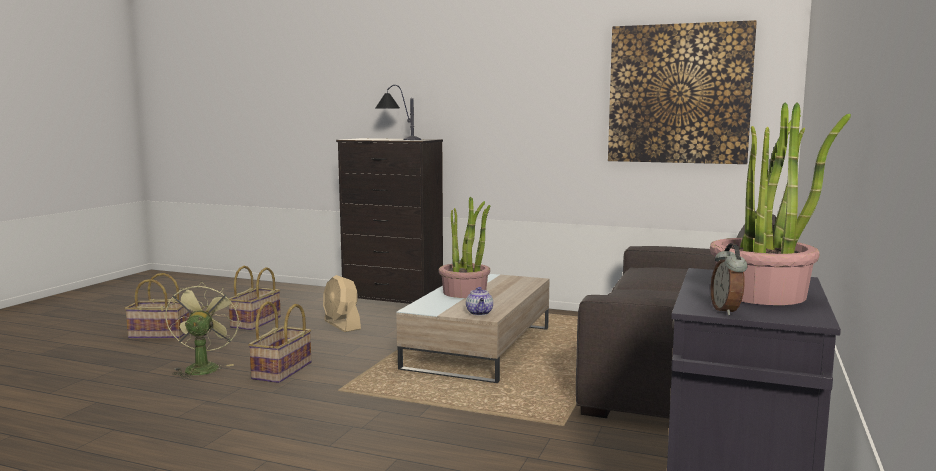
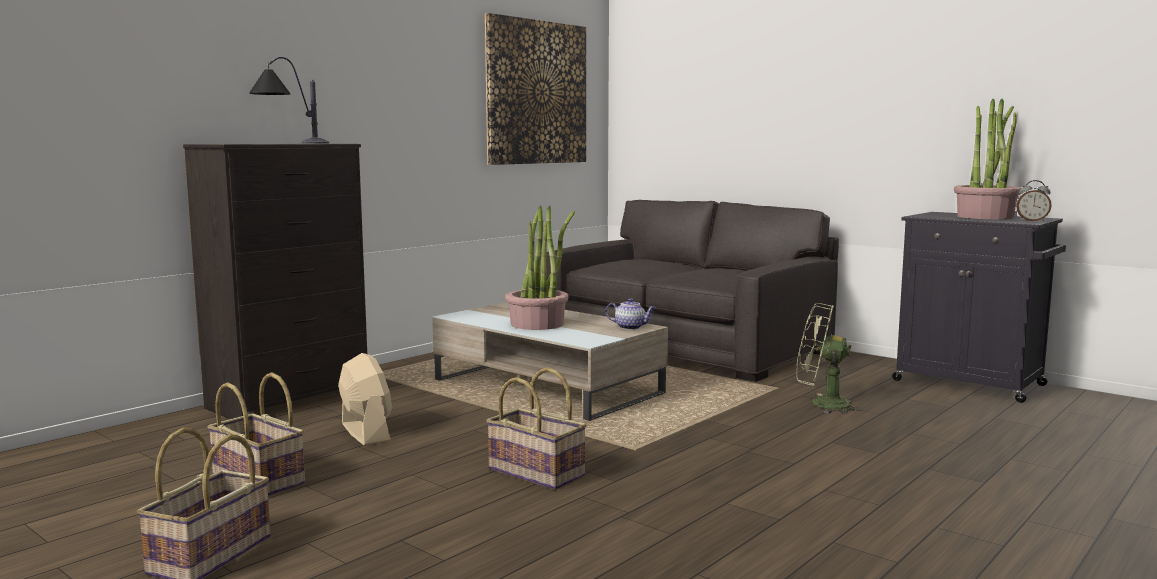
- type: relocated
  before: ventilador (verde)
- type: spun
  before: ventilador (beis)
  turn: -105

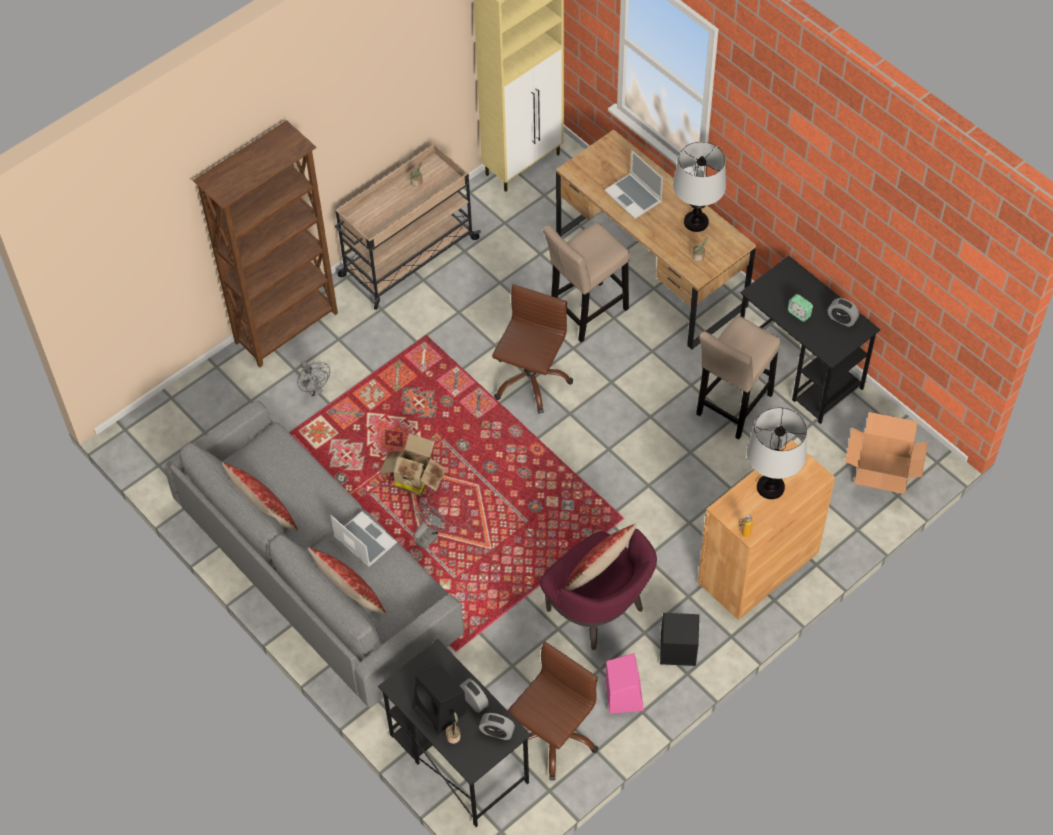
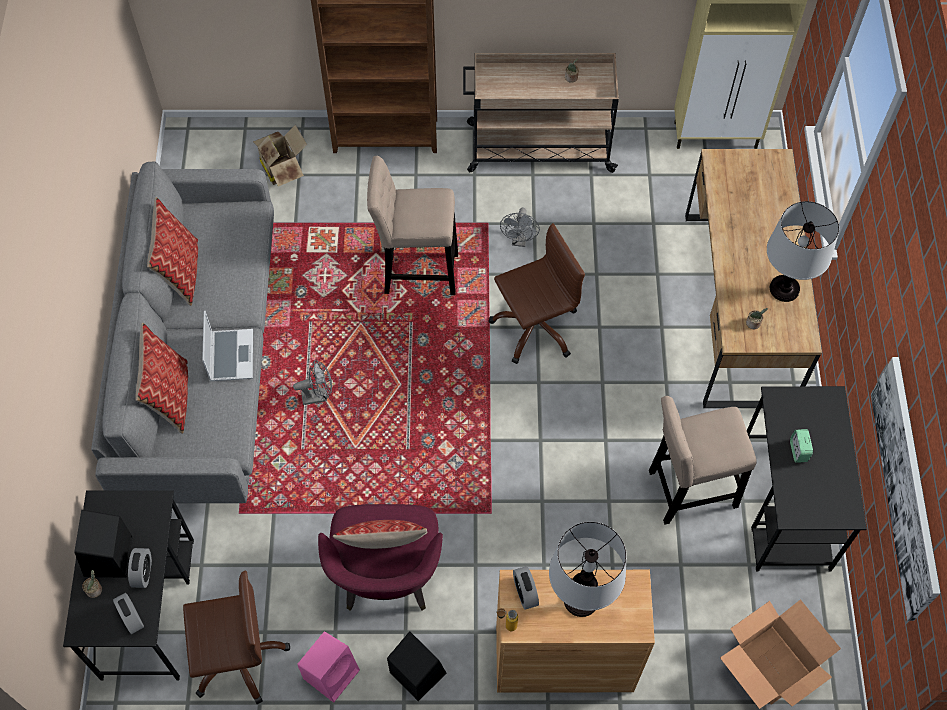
- type: relocated
  before: ventilador (gris) (no. 1 from left in the first image)
  after: ventilador (gris) (no. 2 from left)
- type: relocated
  before: caja de cartón (no. 1 from left)
- type: relocated
  before: taburete (beis) (no. 1 from left)
- type: missing
  before: portátil (no. 2 from left)
- type: relocated
  before: despertador (no. 4 from left in the first image)
  after: despertador (no. 3 from left)
- type: appeared
  after: cuadro

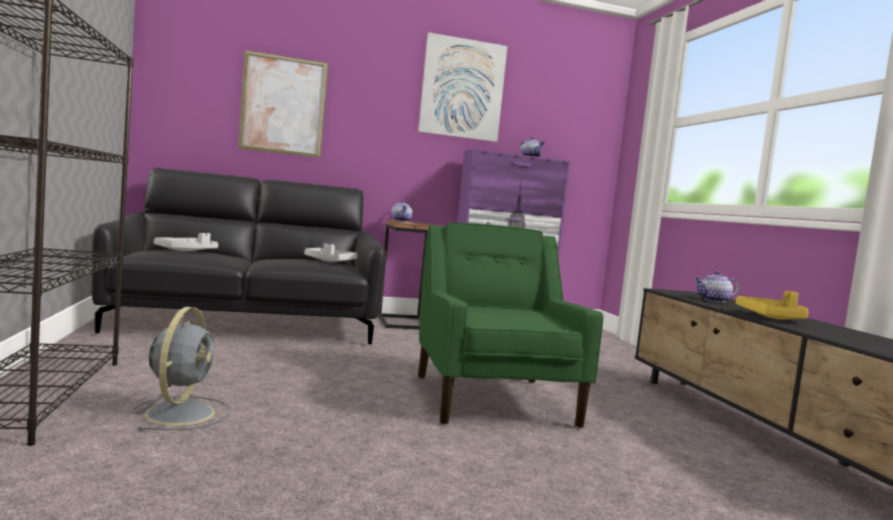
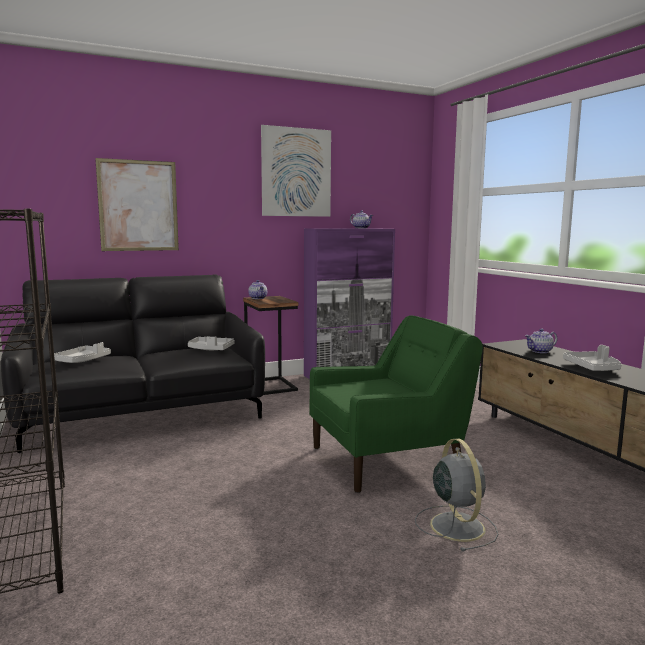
- type: relocated
  before: ventilador (gris)
- type: spun
  before: sillón (verde)
  turn: 90
- type: colour
  before: bandeja (amarillo)
  after: bandeja (gris) (no. 3 from left)

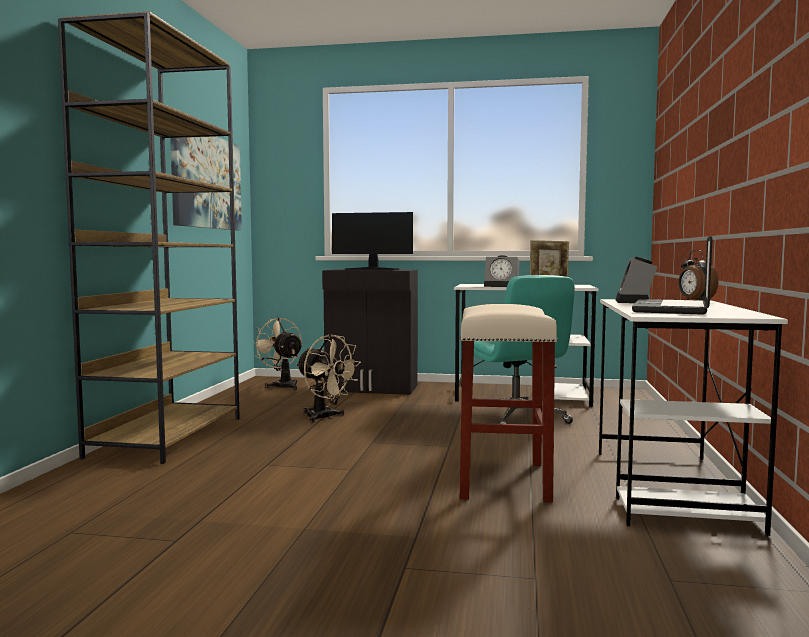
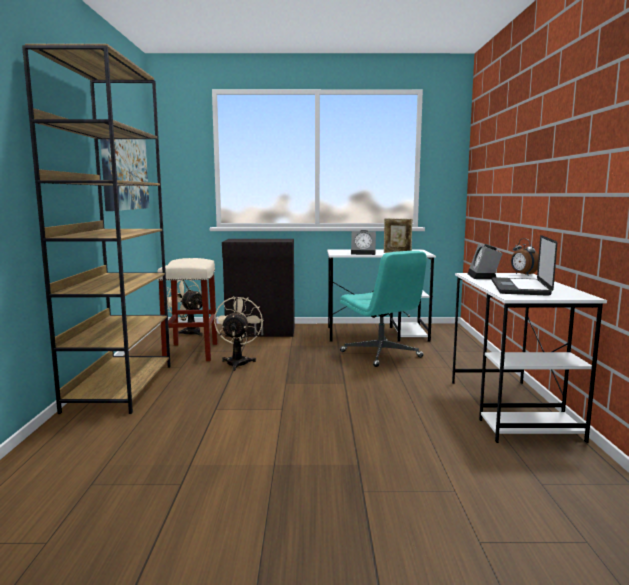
- type: spun
  before: ventilador (beis) (no. 2 from left)
  turn: -120
- type: missing
  before: monitor
- type: relocated
  before: taburete (beis)

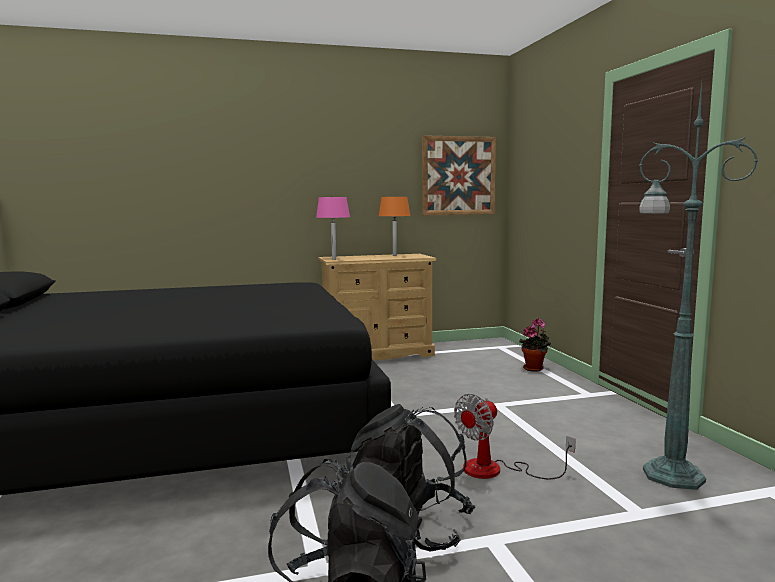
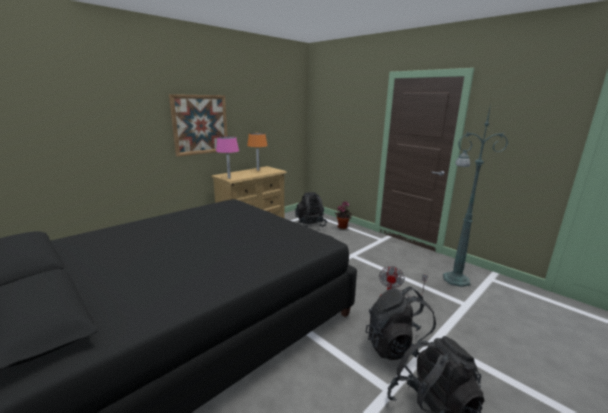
- type: relocated
  before: cuadro
- type: appeared
  after: mochila (negro) (no. 1 from left)

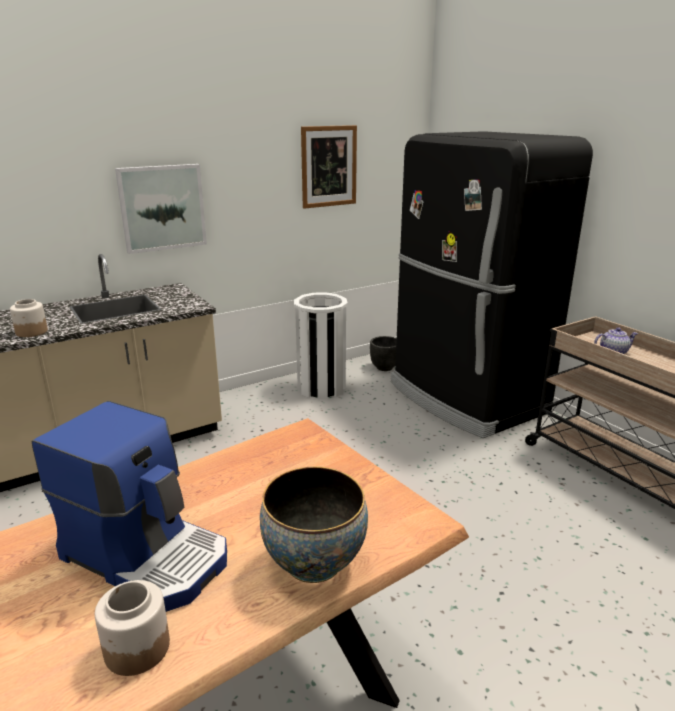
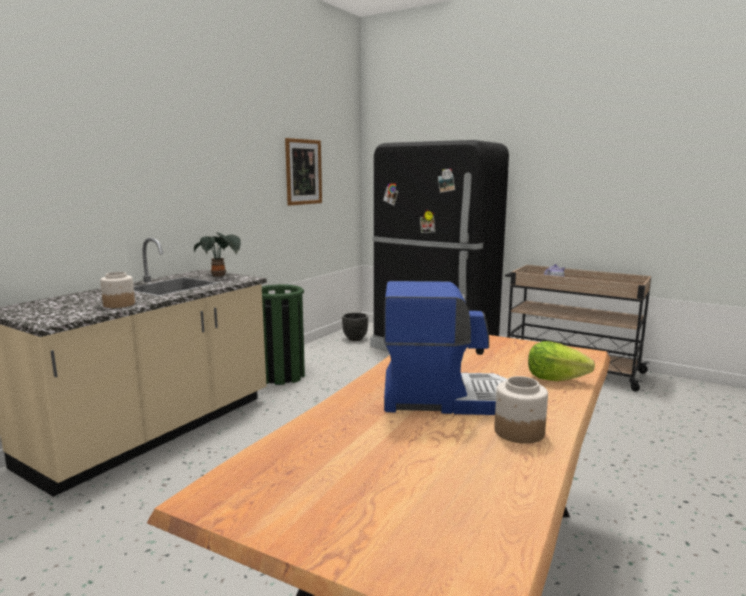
- type: missing
  before: cuadro (no. 1 from left)
- type: exchanged
  before: cuenco
  after: lechuga
- type: missing
  before: papelera (blanco)
- type: appeared
  after: planta en maceta
- type: appeared
  after: papelera (verde)

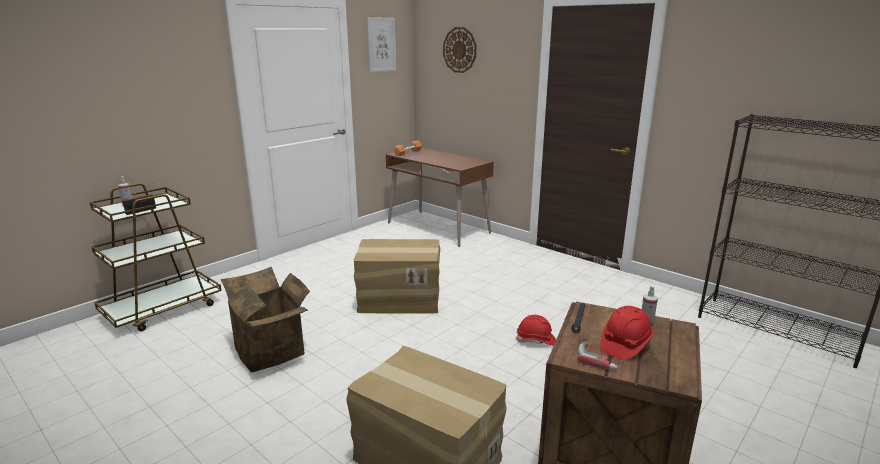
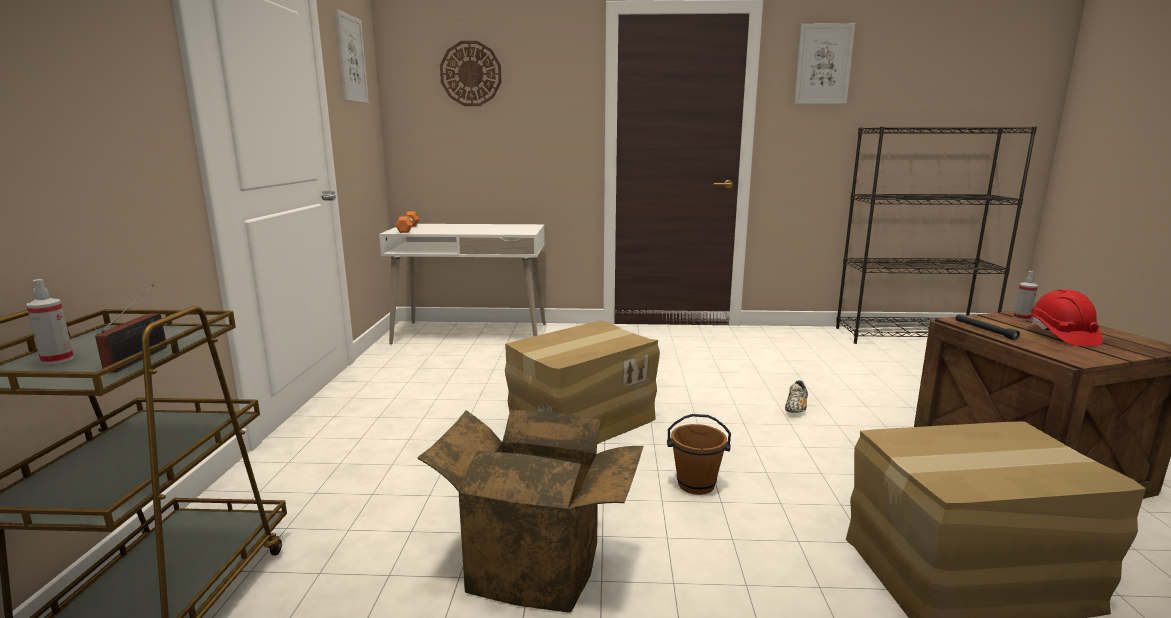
- type: colour
  before: escritorio (marrón)
  after: escritorio (blanco)
- type: exchanged
  before: casco (rojo) (no. 1 from left)
  after: zapato
- type: missing
  before: taladro
- type: appeared
  after: cubo (marrón)
- type: appeared
  after: cuadro (no. 2 from left)

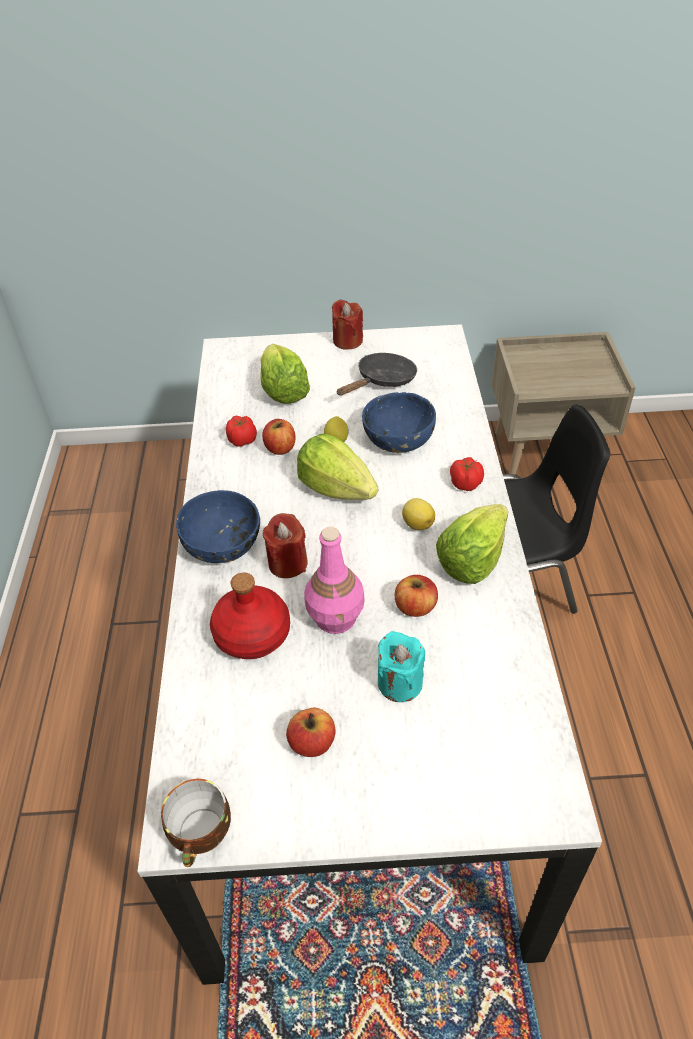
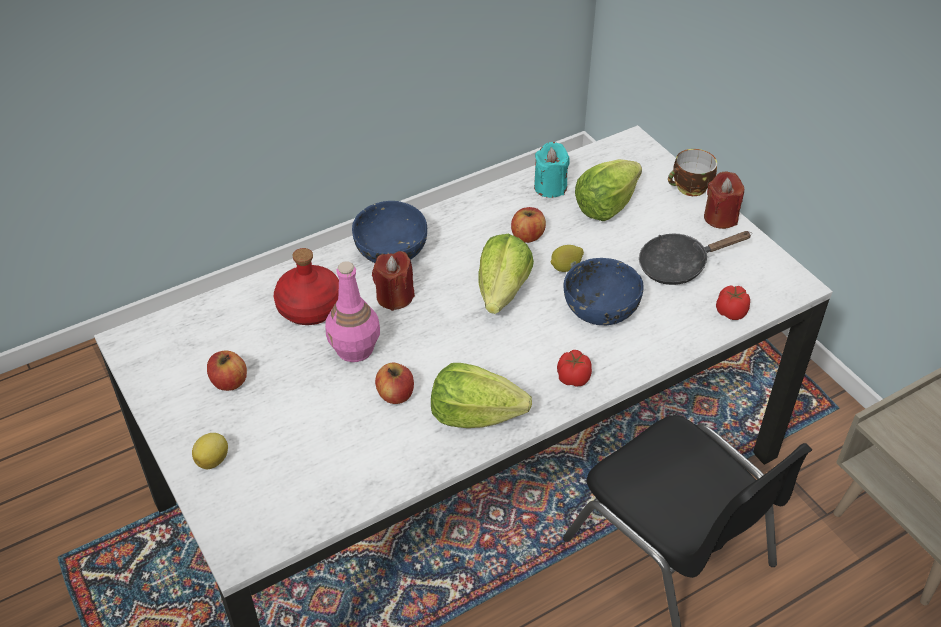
- type: relocated
  before: taza
- type: relocated
  before: tomate (no. 1 from left in the first image)
  after: tomate (no. 2 from left)
- type: spun
  before: sartén (negro)
  turn: 150
- type: relocated
  before: vela (turquesa)
- type: relocated
  before: limón (no. 2 from left in the first image)
  after: limón (no. 1 from left)

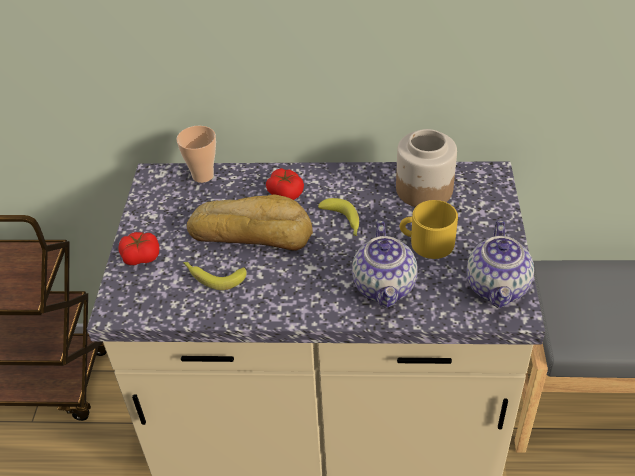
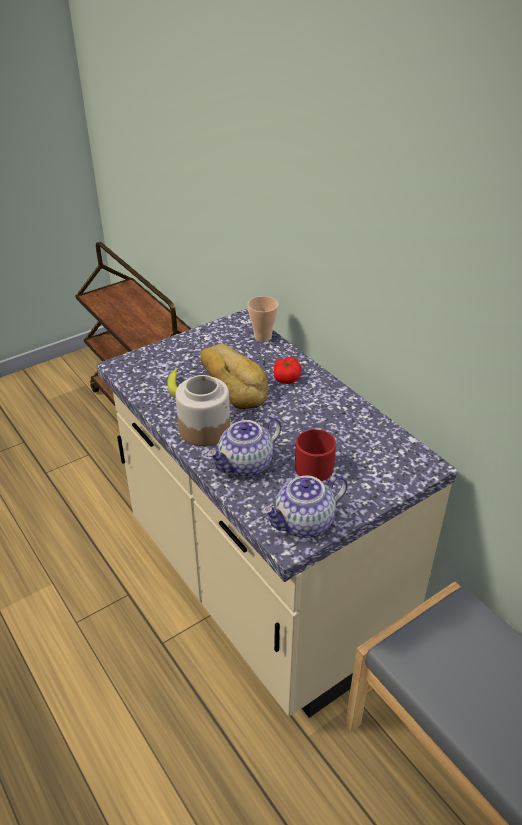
- type: missing
  before: tomate (no. 1 from left)
- type: missing
  before: plátano (no. 2 from left)
- type: relocated
  before: tarro
- type: colour
  before: taza grande (amarillo)
  after: taza grande (rojo)

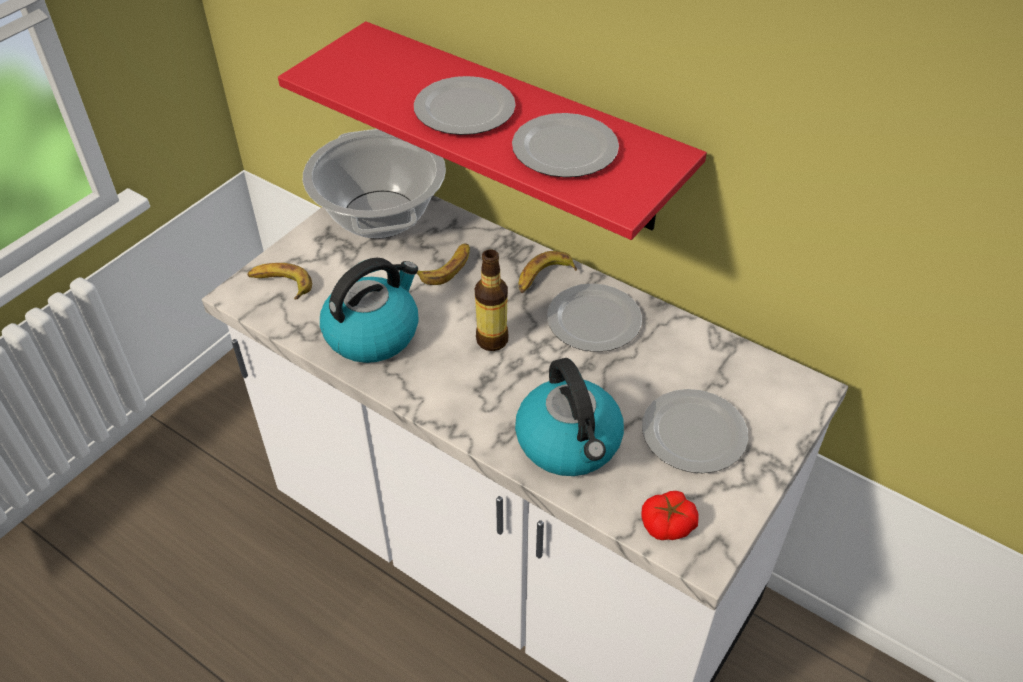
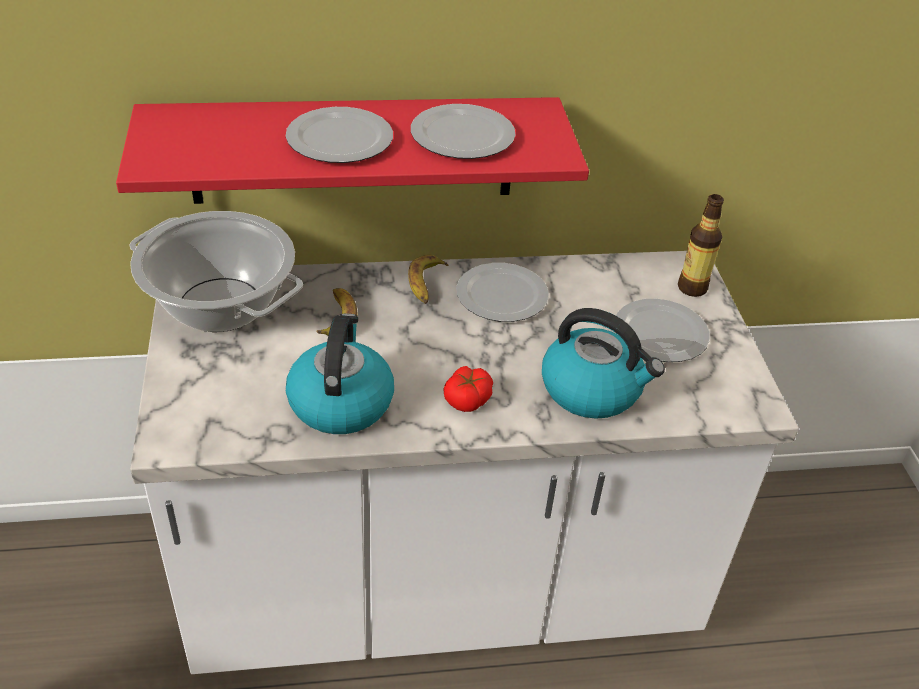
- type: missing
  before: plátano (no. 1 from left)
- type: relocated
  before: botella
- type: relocated
  before: tomate

